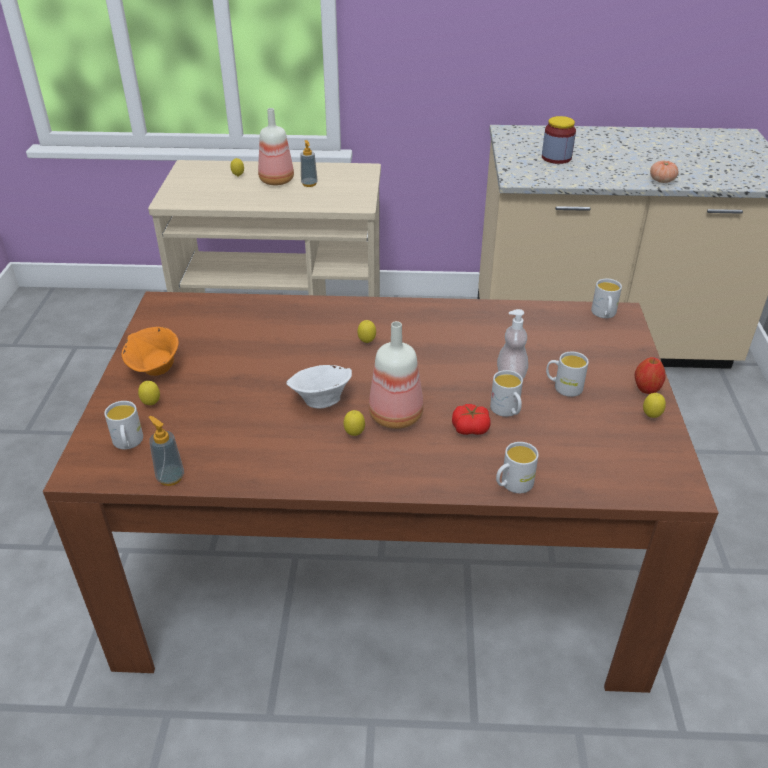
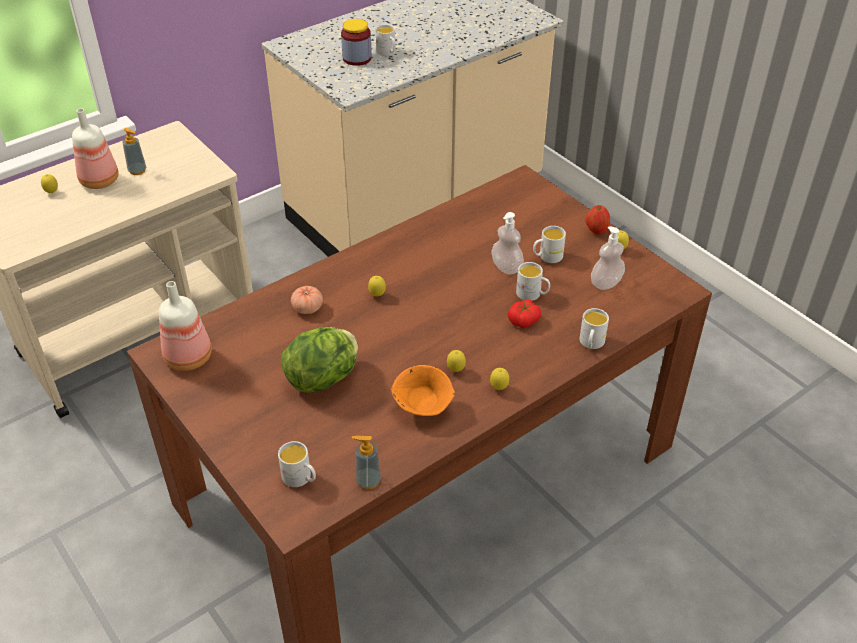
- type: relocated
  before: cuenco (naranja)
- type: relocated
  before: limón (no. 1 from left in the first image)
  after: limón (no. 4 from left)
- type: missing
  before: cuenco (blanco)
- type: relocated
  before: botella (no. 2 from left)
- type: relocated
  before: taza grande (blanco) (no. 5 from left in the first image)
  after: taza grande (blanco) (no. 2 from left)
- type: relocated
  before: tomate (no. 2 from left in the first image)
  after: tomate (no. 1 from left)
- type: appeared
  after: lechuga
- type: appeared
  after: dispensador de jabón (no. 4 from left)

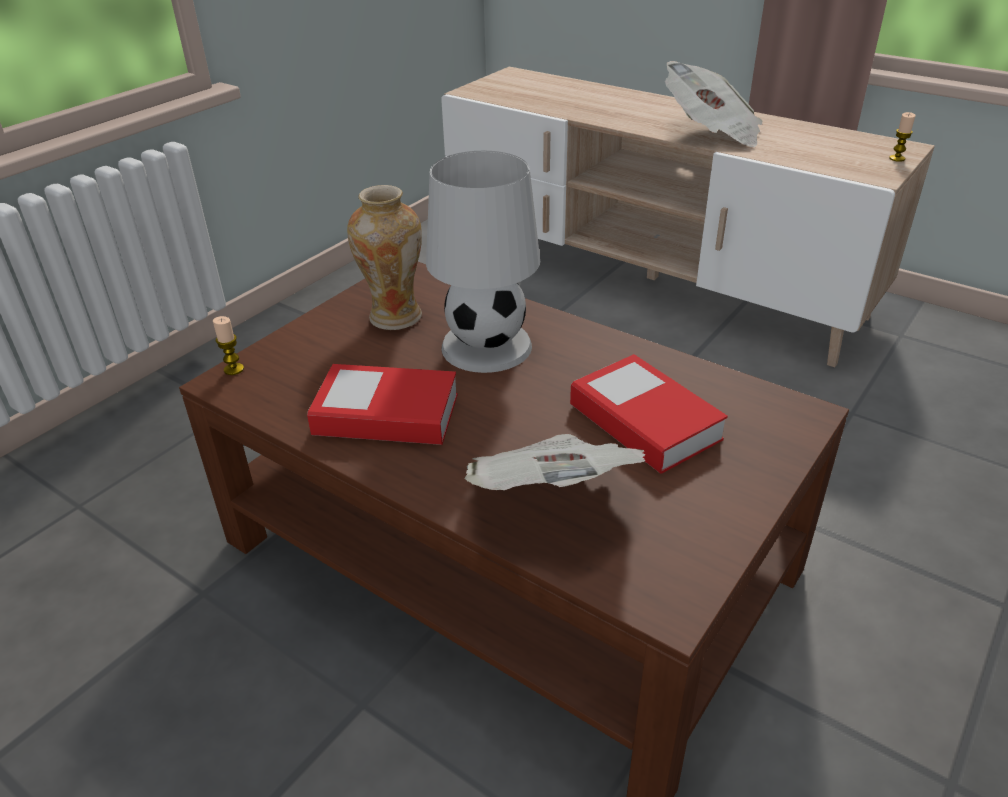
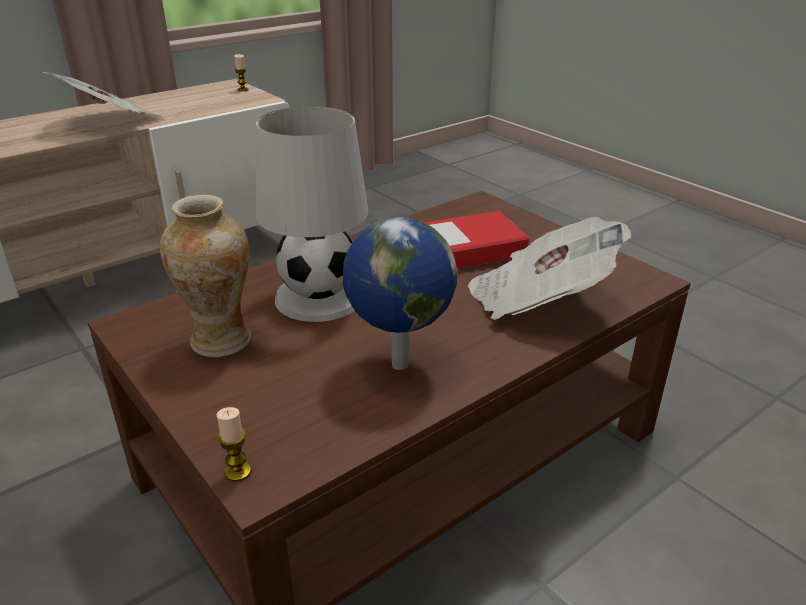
- type: exchanged
  before: libro (no. 1 from left)
  after: globo terráqueo

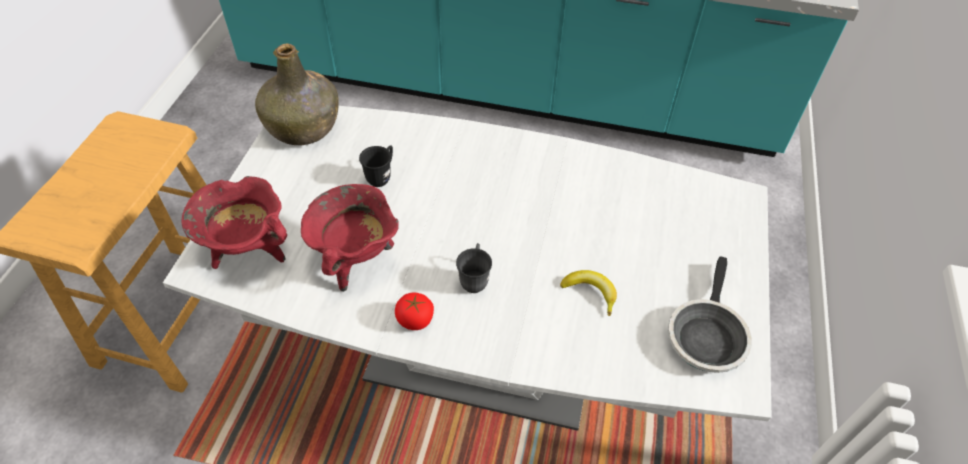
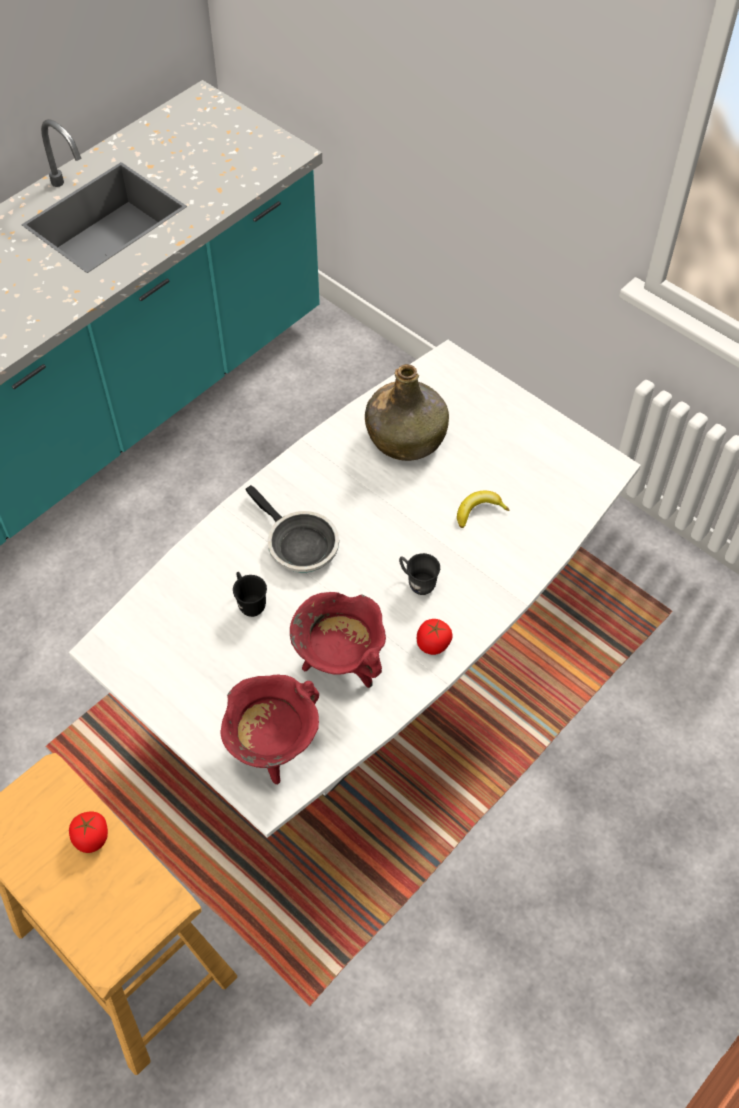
- type: relocated
  before: botella (verde)
- type: relocated
  before: sartén
- type: appeared
  after: tomate (no. 1 from left)

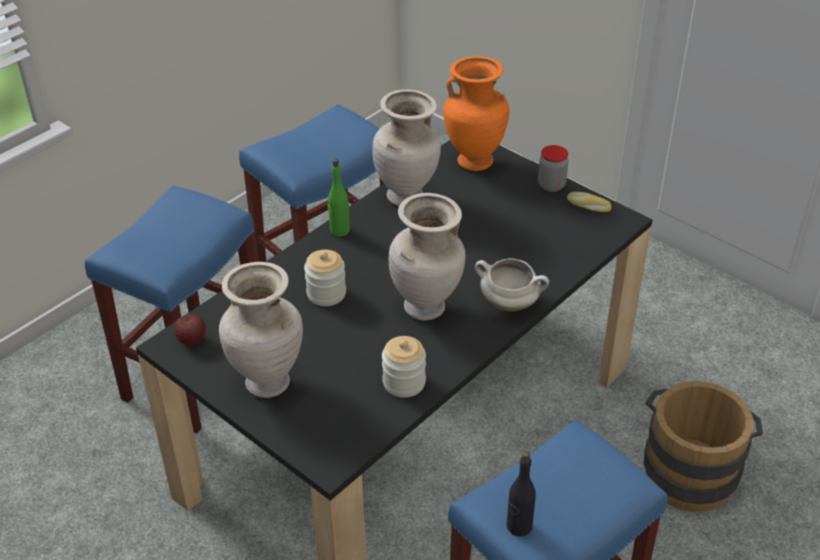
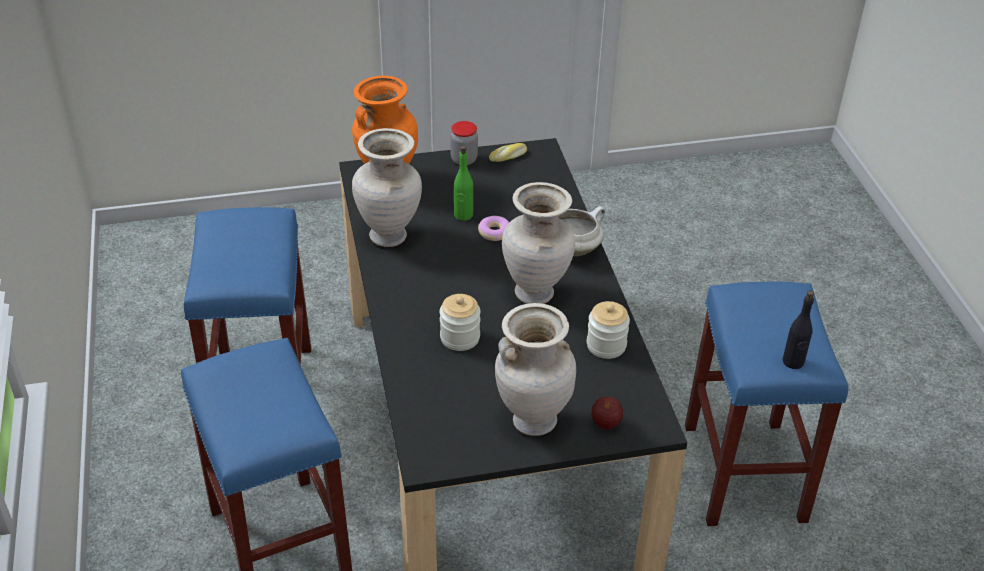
- type: relocated
  before: manzana
- type: relocated
  before: botella (verde)
- type: missing
  before: cubo (marrón)
- type: appeared
  after: rosquilla

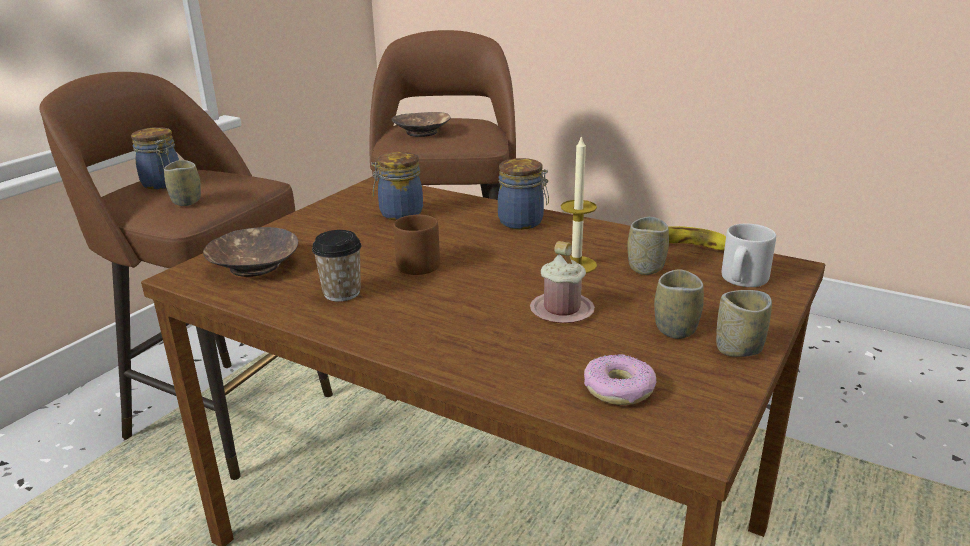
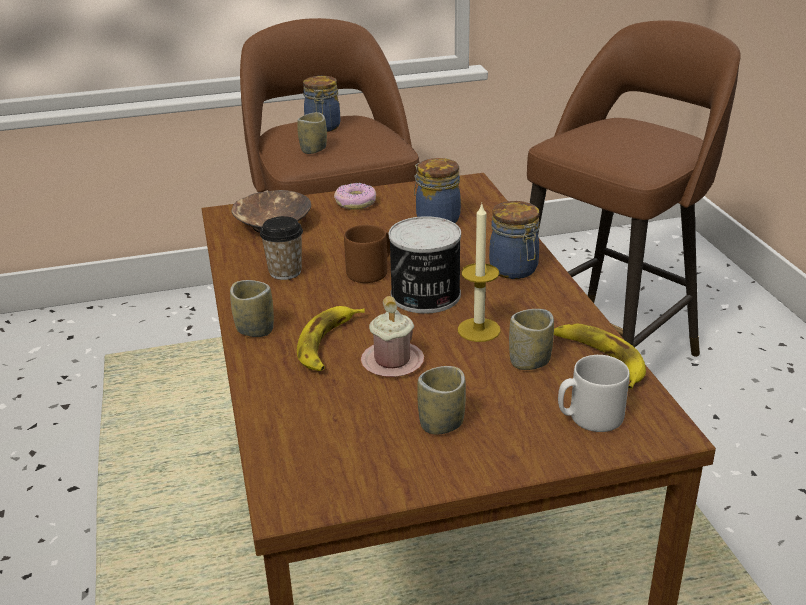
- type: missing
  before: cuenco (marrón) (no. 2 from left)
- type: relocated
  before: rosquilla
- type: relocated
  before: taza (no. 5 from left in the first image)
  after: taza (no. 1 from left)
- type: appeared
  after: plátano (no. 1 from left)
- type: appeared
  after: lata

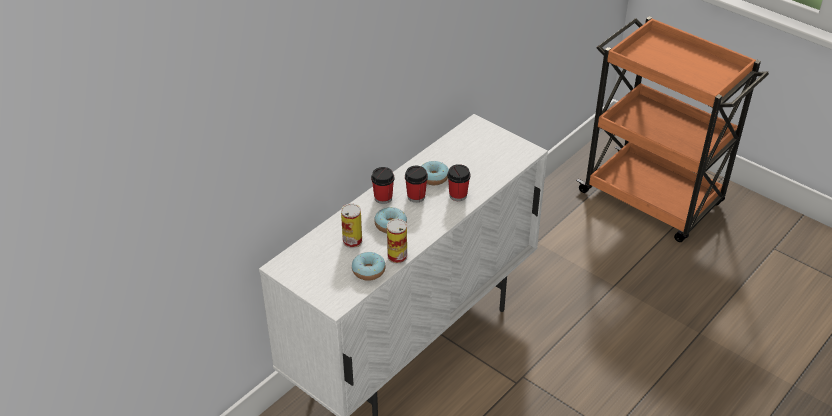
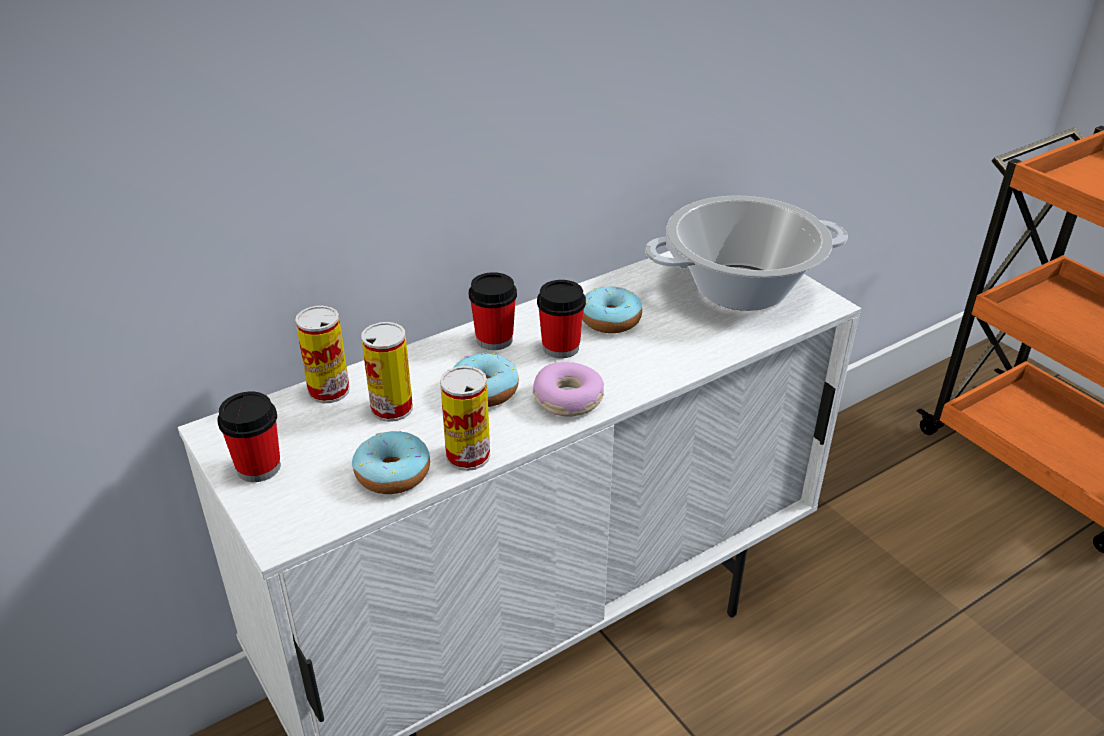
- type: relocated
  before: taza (no. 3 from left in the first image)
  after: taza (no. 1 from left)
- type: appeared
  after: lata (no. 1 from left)
- type: appeared
  after: rosquilla (no. 3 from left)
- type: appeared
  after: olla

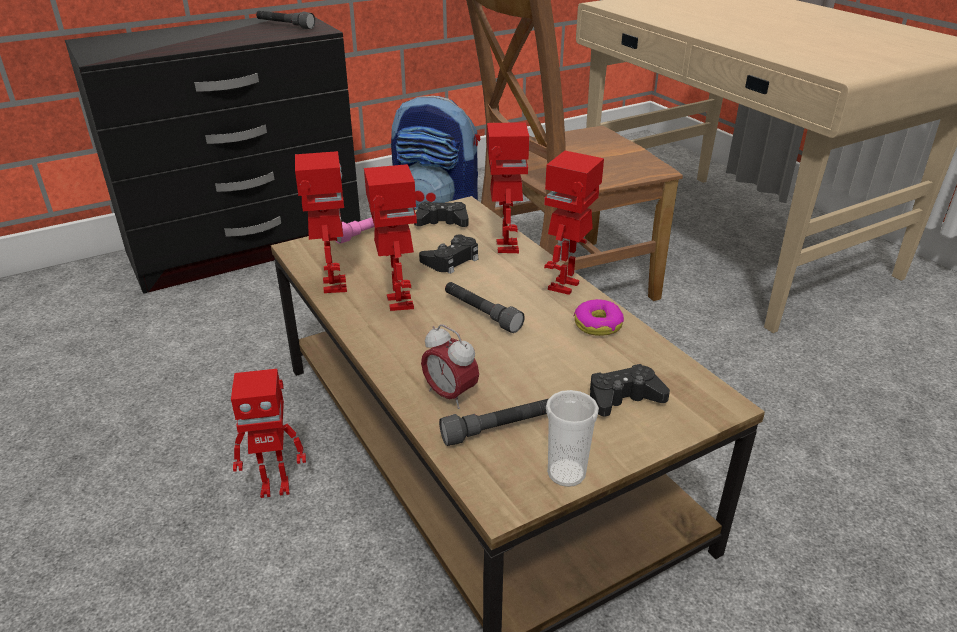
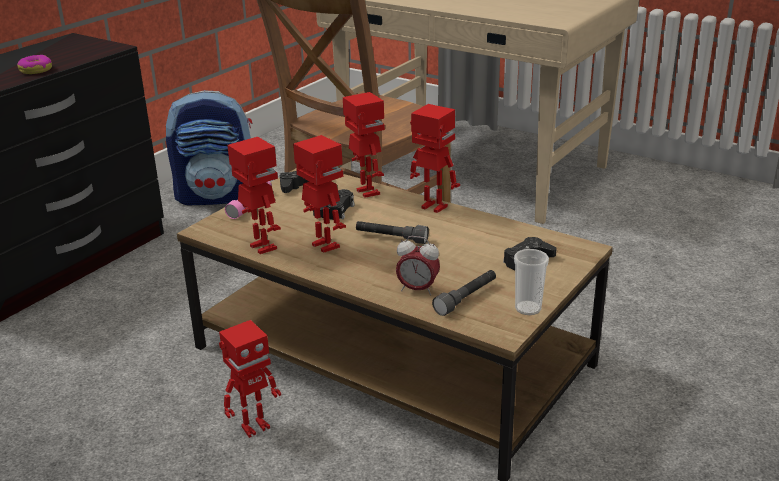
- type: missing
  before: linterna (gris) (no. 1 from left)
- type: spun
  before: robot de juguete (no. 5 from left)
  turn: 120
- type: relocated
  before: rosquilla

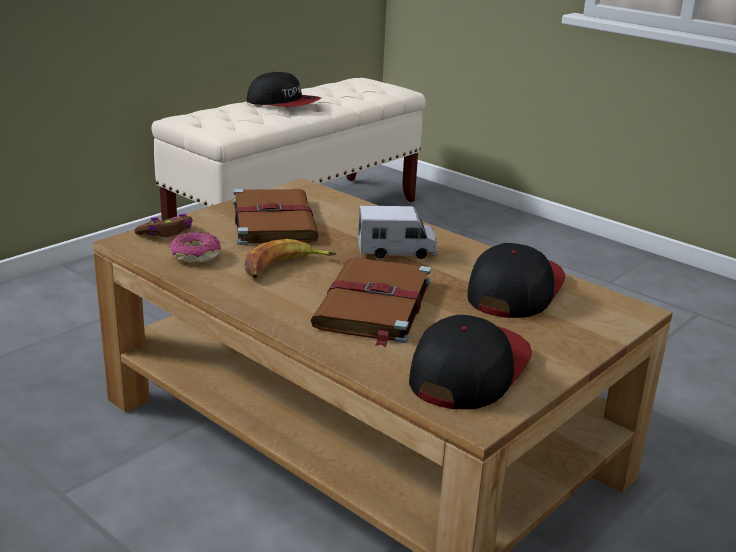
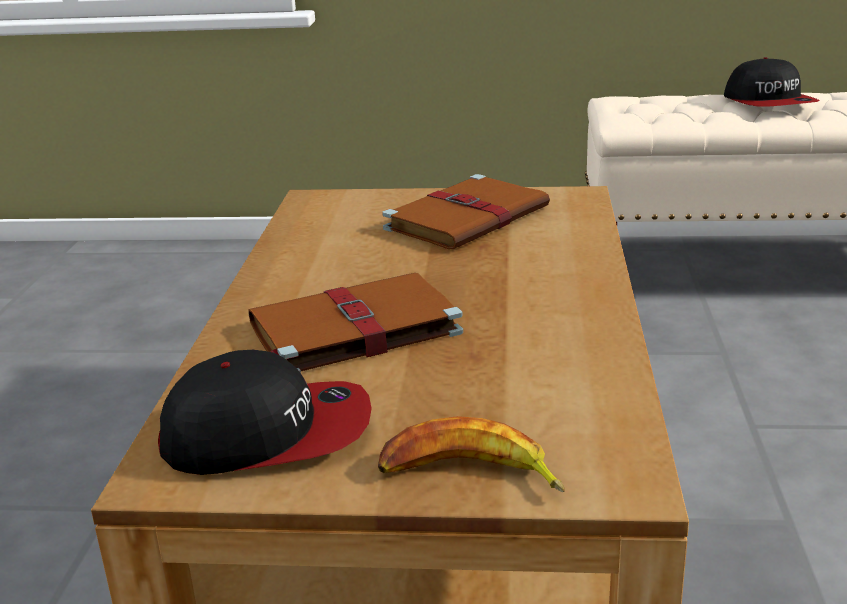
- type: missing
  before: mando de consola (marrón)
- type: missing
  before: rosquilla
- type: relocated
  before: plátano
- type: missing
  before: camión de juguete
- type: missing
  before: gorra (no. 3 from left)

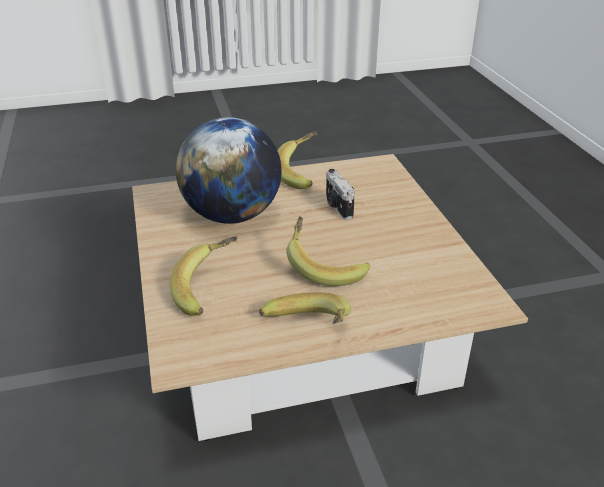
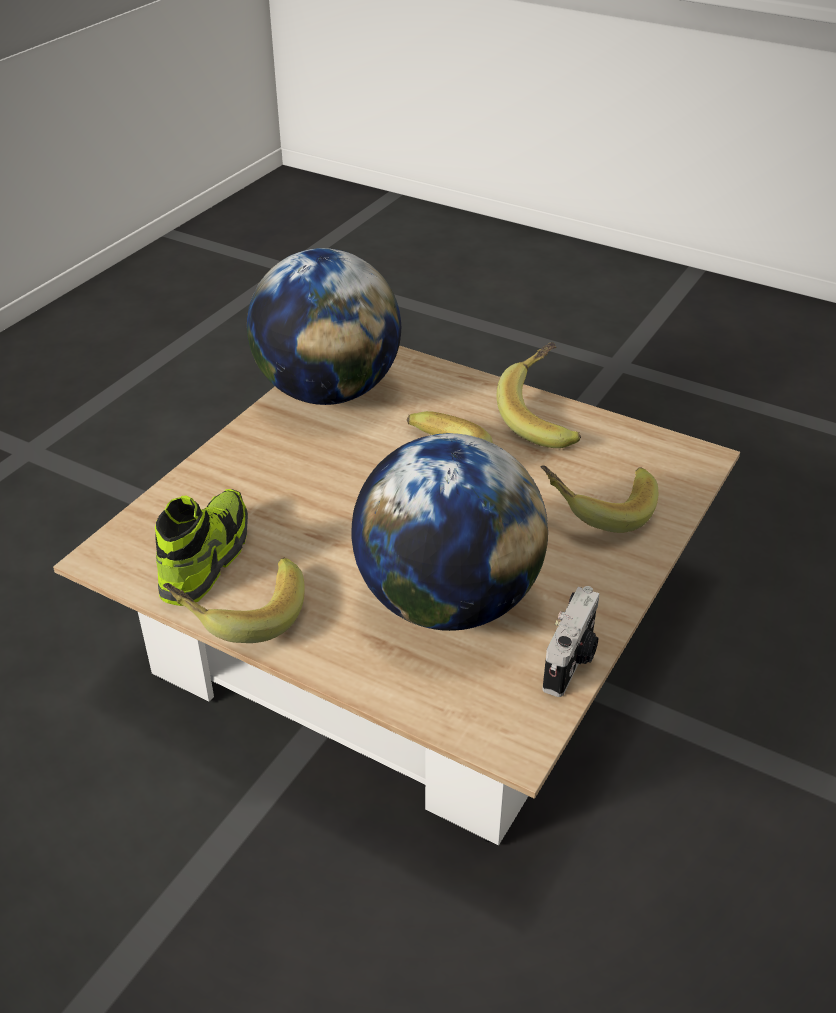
- type: relocated
  before: cámara
- type: appeared
  after: zapato
- type: appeared
  after: globo terráqueo (no. 1 from left)

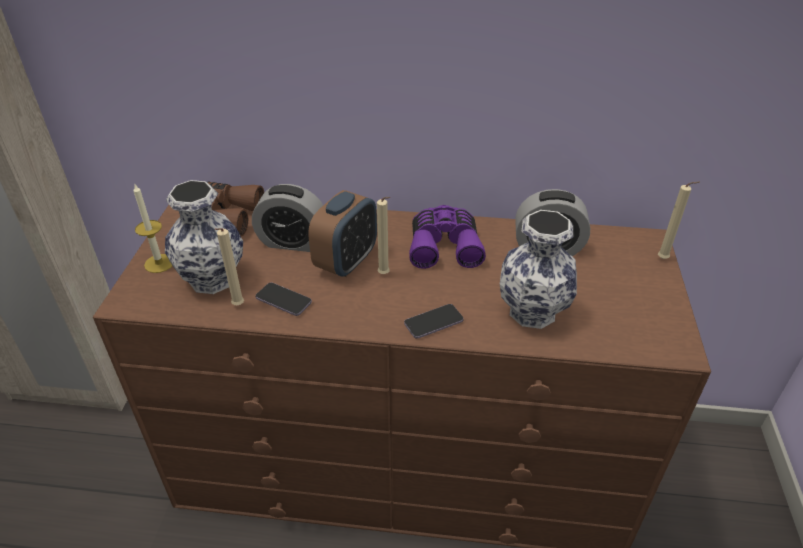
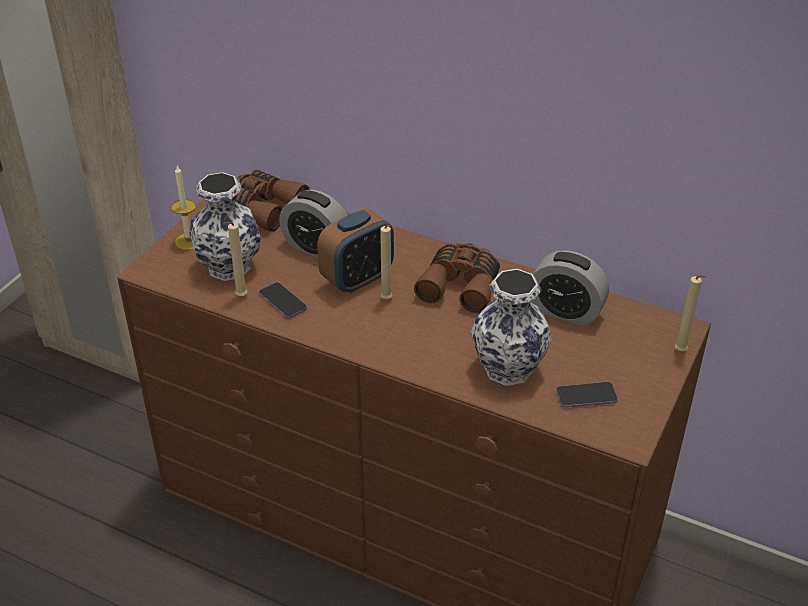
- type: relocated
  before: móvil (no. 2 from left)
- type: colour
  before: prismáticos (morado)
  after: prismáticos (marrón) (no. 2 from left)

